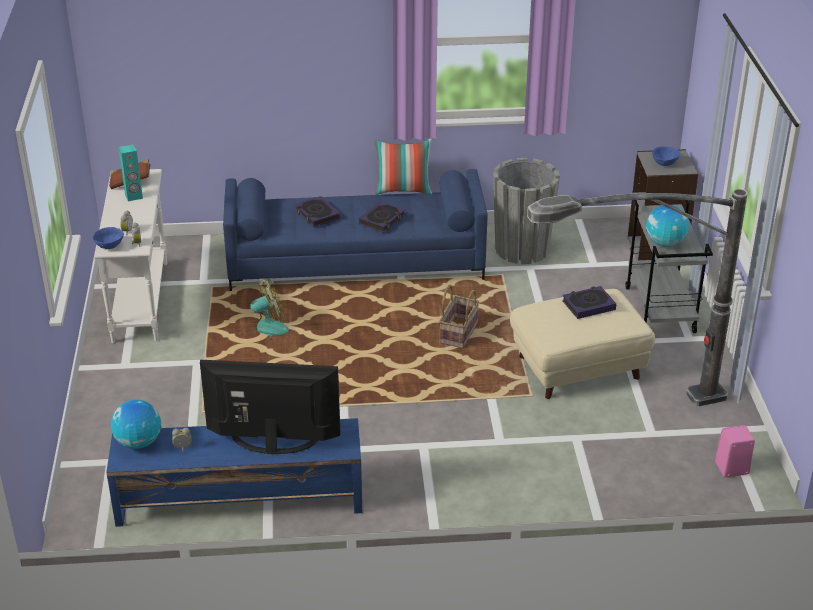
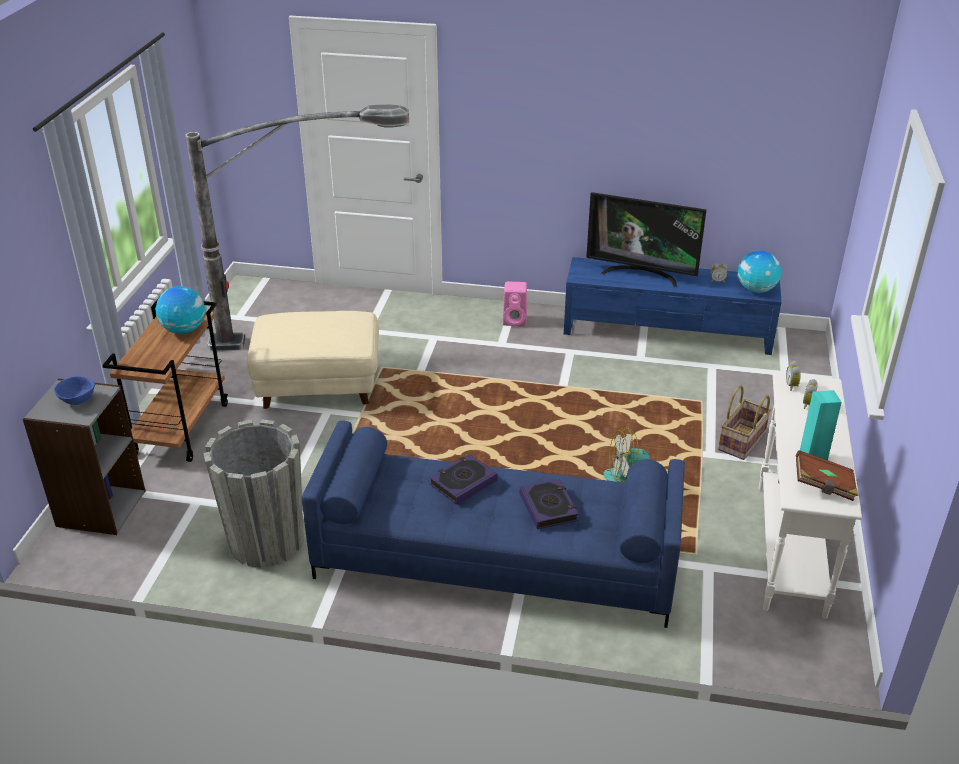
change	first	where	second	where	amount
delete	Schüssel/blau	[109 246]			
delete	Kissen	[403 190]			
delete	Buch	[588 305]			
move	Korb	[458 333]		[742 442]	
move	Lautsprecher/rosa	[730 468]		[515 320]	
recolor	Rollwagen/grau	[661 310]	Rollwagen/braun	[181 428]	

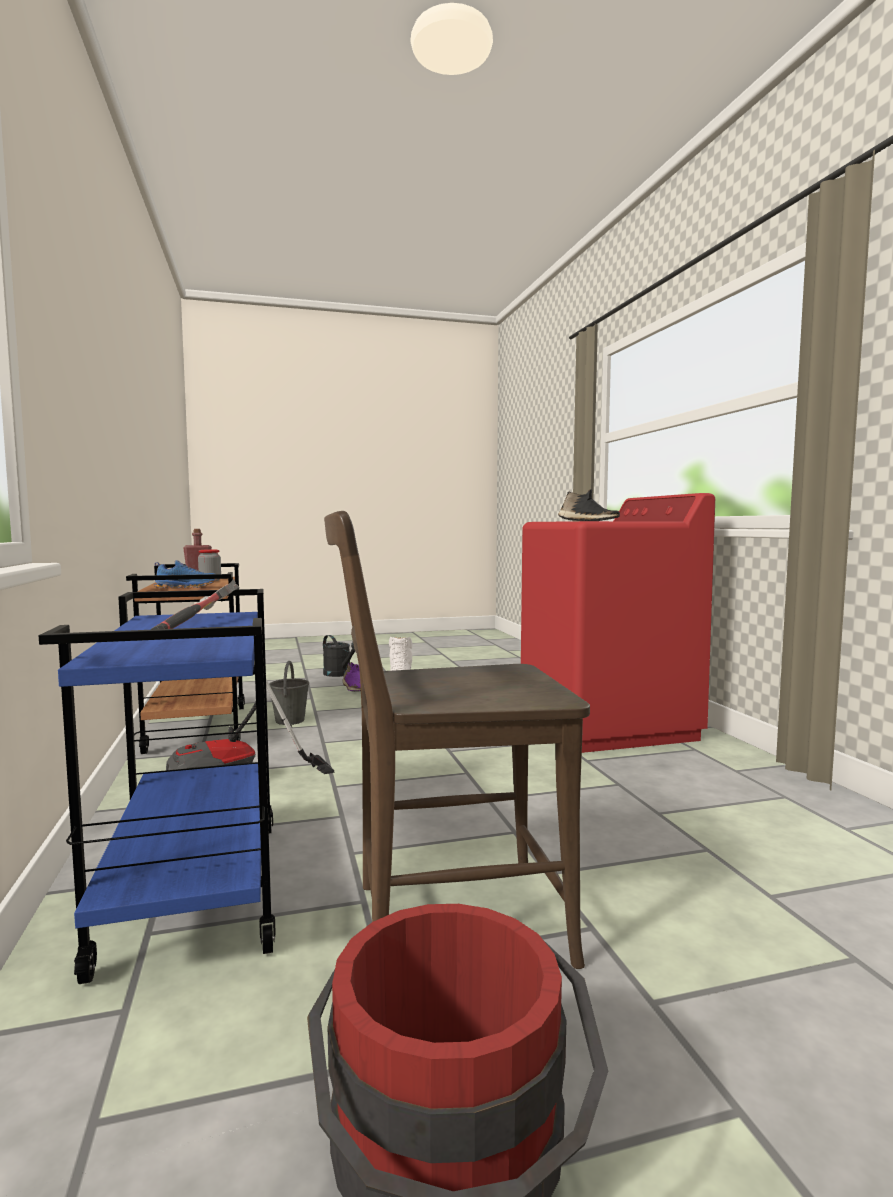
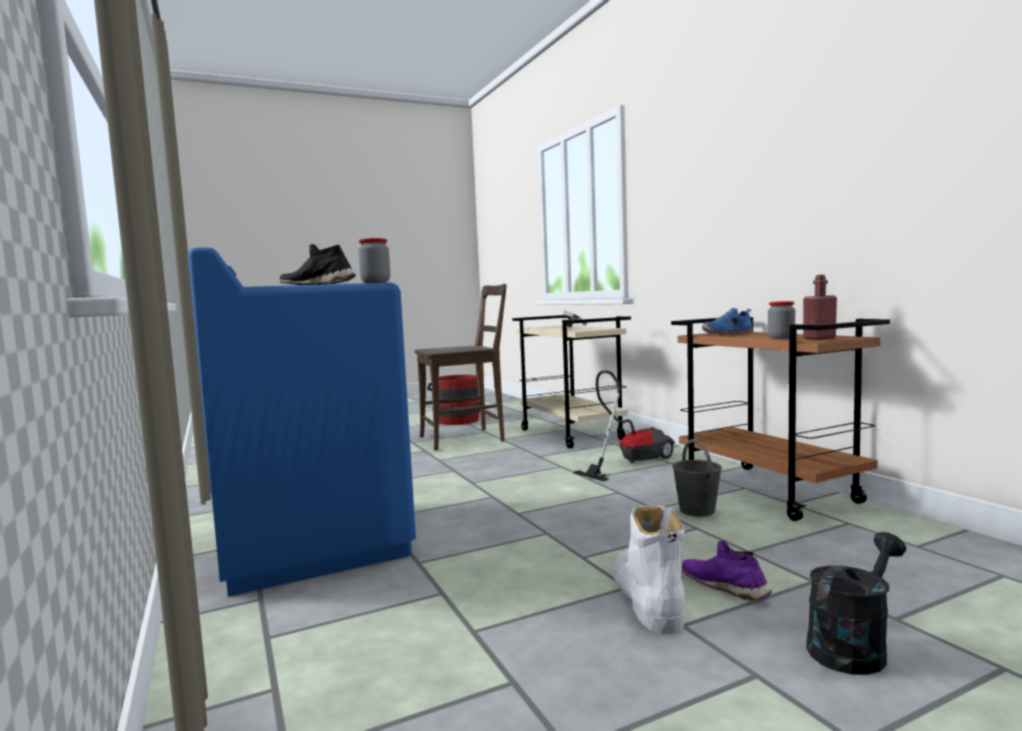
change	first	where	second	where	amount
insert			Vorratsglas	[375 282]	
recolor	Rollwagen/blau	[192 891]	Rollwagen/beige	[572 434]	
recolor	Waschmaschine/rot	[607 726]	Waschmaschine/blau	[311 543]	
rotate	Gießkanne/schwarz	[340 674]		[852 646]	105 degrees clockwise

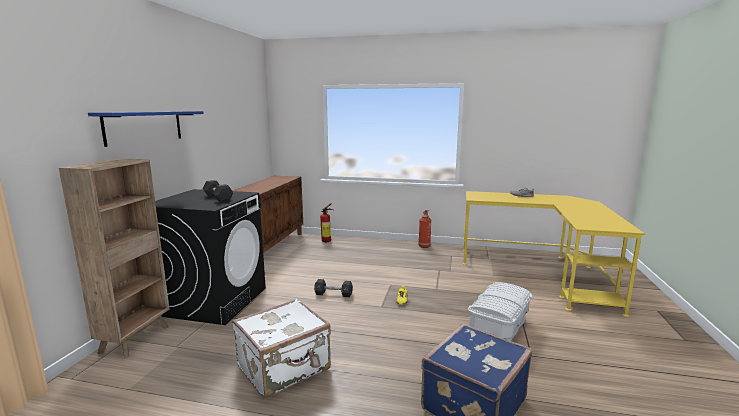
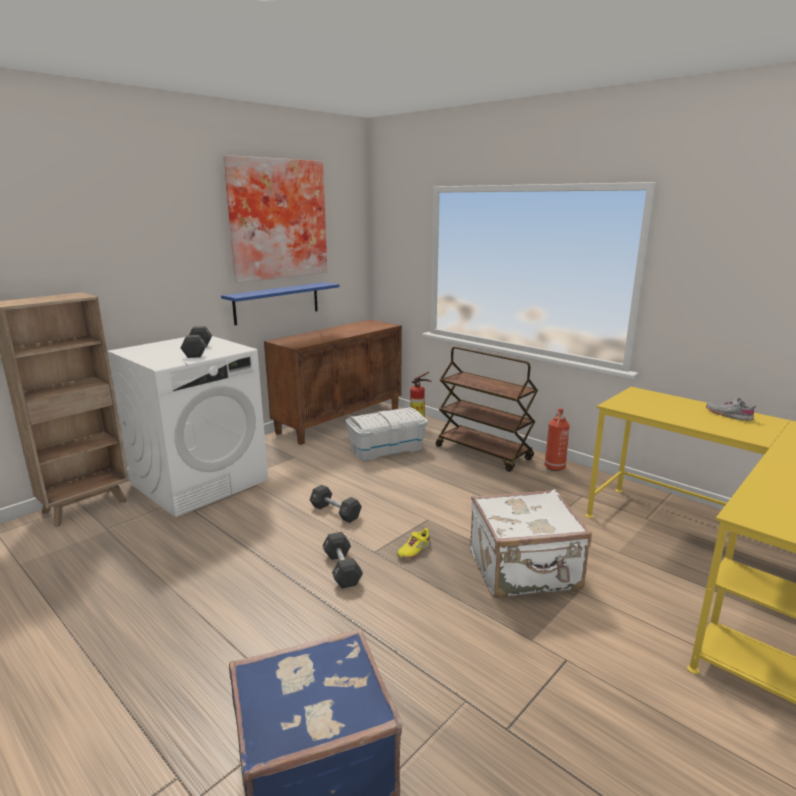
change	first	where	second	where	amount
insert			Bild	[276 219]	
insert			Hantel/schwarz	[342 569]	
insert			Rollwagen/braun	[484 453]	
move	Wandregal/blau	[144 127]		[277 303]	
move	Koffer/weiß	[285 368]		[524 571]	
move	Aufbewahrungsbox/weiß	[499 329]		[386 449]	
recolor	Waschmaschine/schwarz	[215 301]	Waschmaschine/weiß	[200 482]	

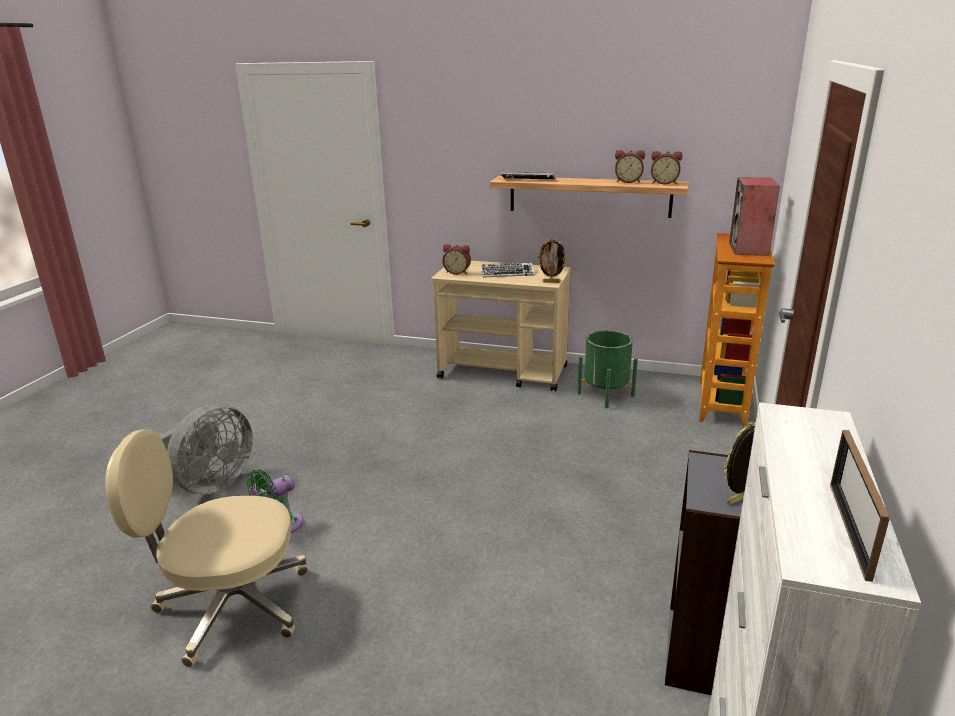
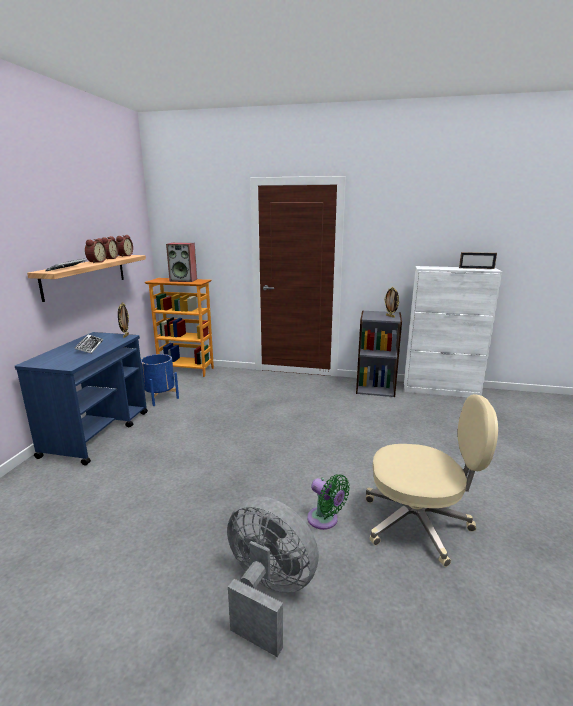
change	first	where	second	where	amount
move	Wecker	[457 272]		[96 262]	
recolor	Rollwagen/beige	[504 372]	Rollwagen/blau	[97 433]	
recolor	Pflanzkübel/grün	[605 395]	Pflanzkübel/blau	[160 397]	
rotate	Bürostuhl/beige	[230 606]		[418 523]	75 degrees counterclockwise

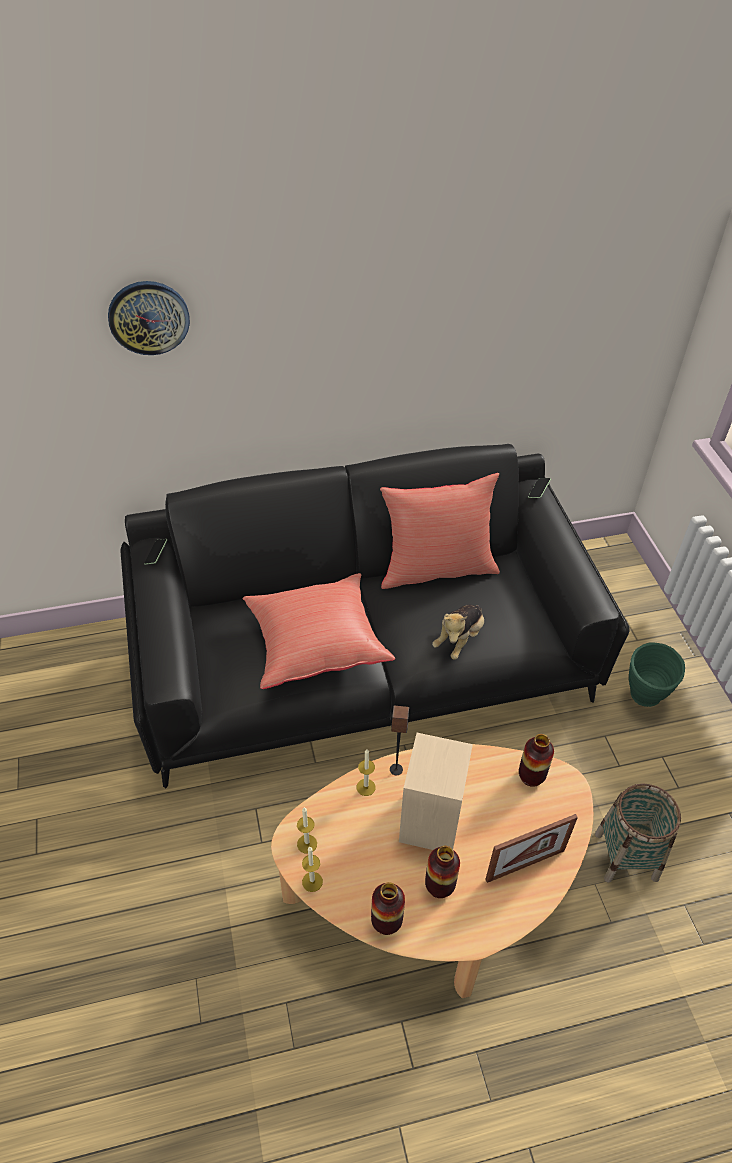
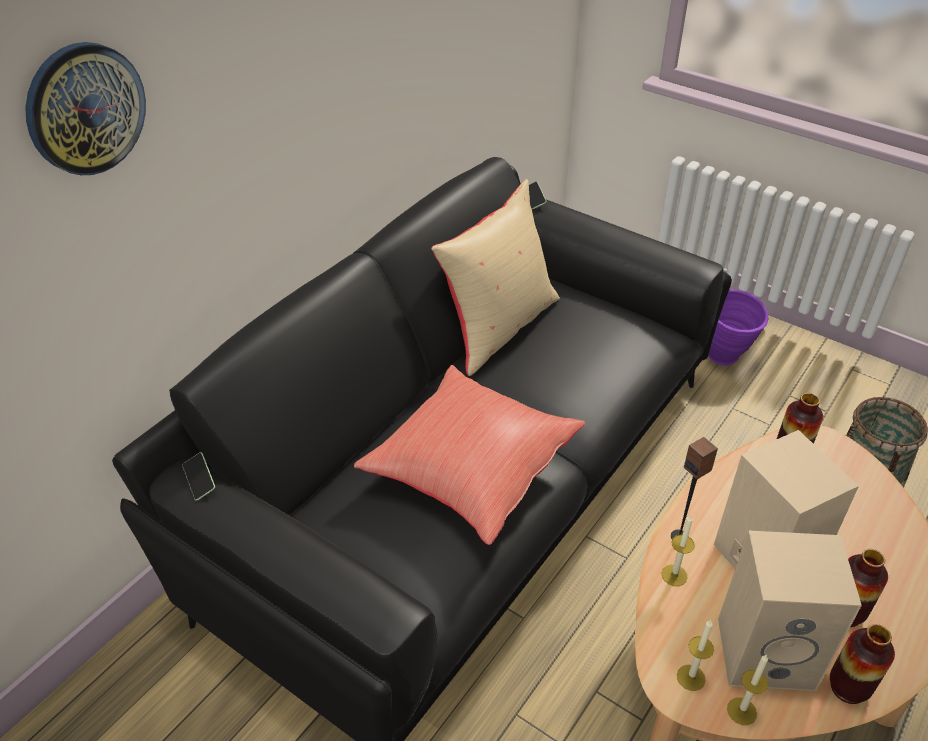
change	first	where	second	where	amount
delete	Plüschtier	[459 639]			
delete	Bilderrahmen	[525 865]			
insert			Lautsprecher/beige	[767 652]	
recolor	Kissen/rot	[436 568]	Kissen/beige	[498 327]	
recolor	Vase/grün	[643 700]	Vase/lila	[726 360]	

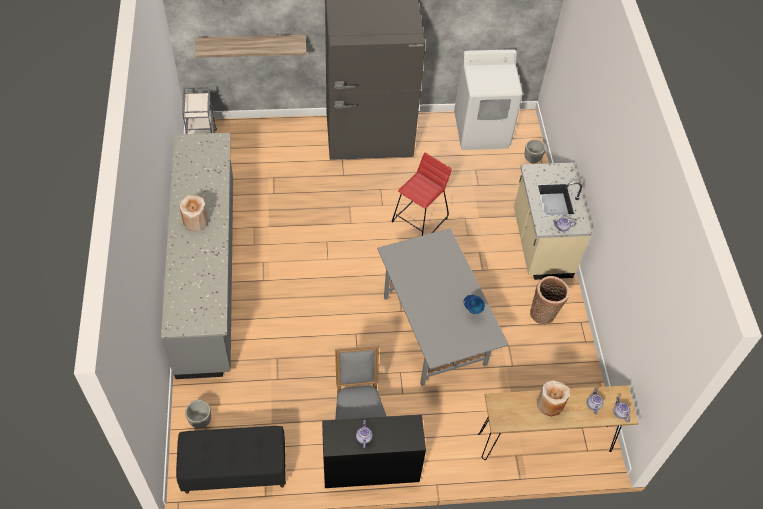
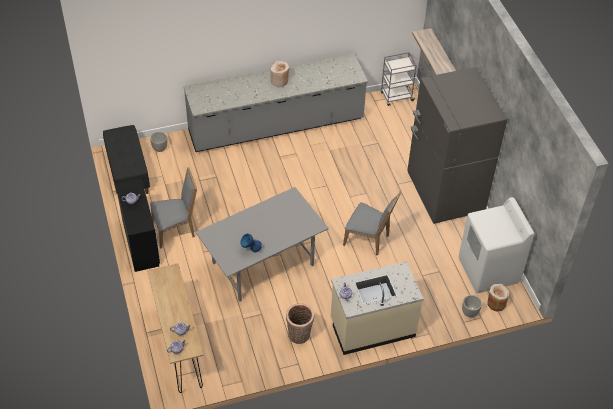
change	first	where	second	where	amount
move	Vase/beige	[550 404]		[496 303]	
replace	Hocker/rot	[420 219]	Stuhl/grau	[369 240]	

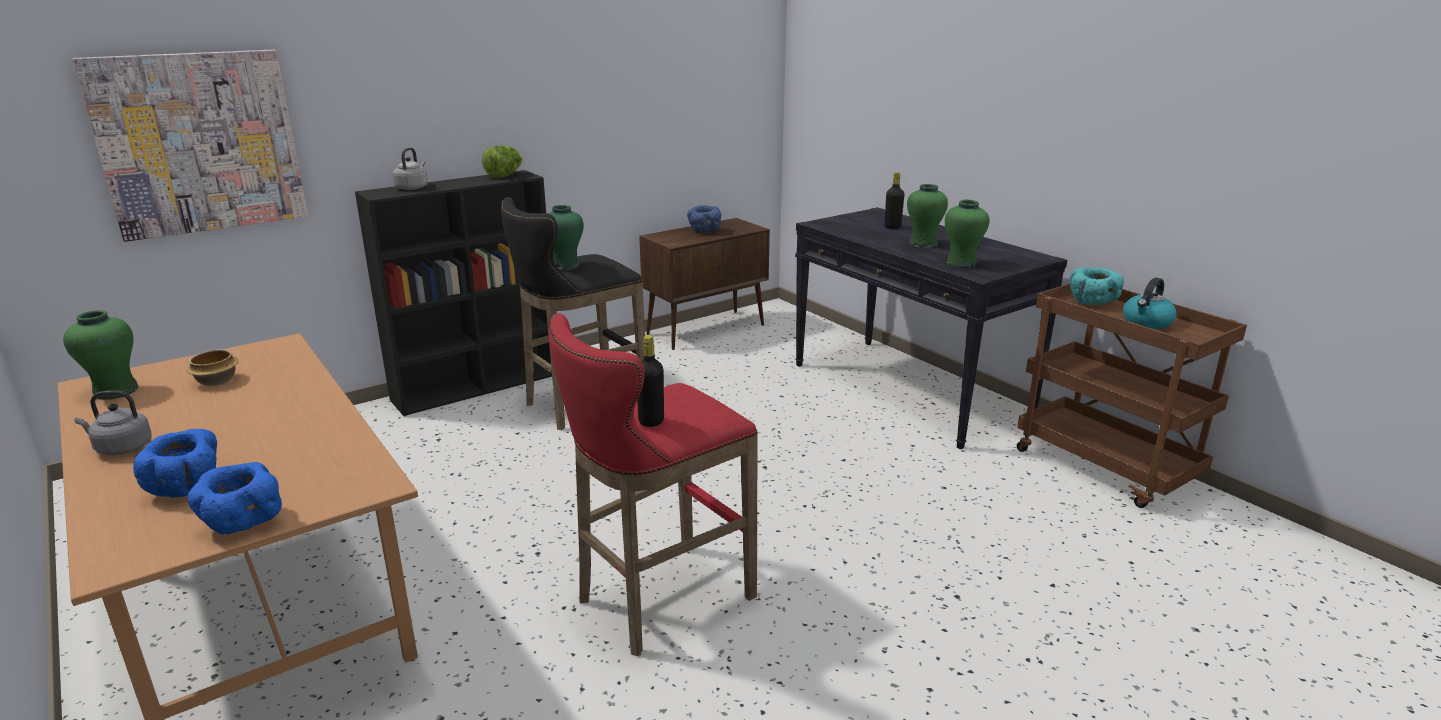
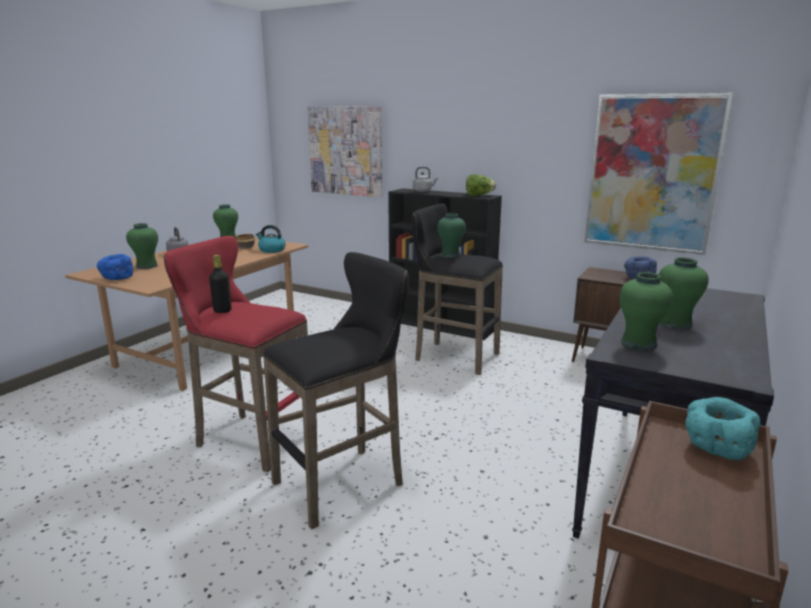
change	first	where	second	where	amount
delete	Flasche/schwarz	[892 227]			
insert			Hocker/schwarz	[344 482]	
insert			Bild	[652 173]	
move	Wasserkessel	[1147 323]		[271 250]	
replace	Schüssel/blau	[188 487]	Vase/grün	[147 266]	

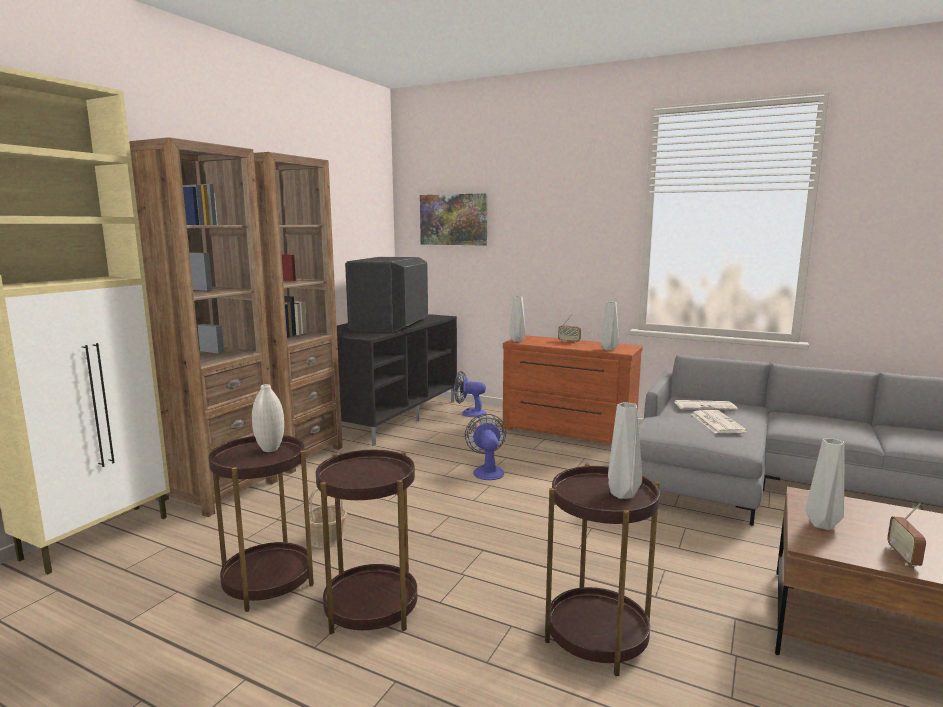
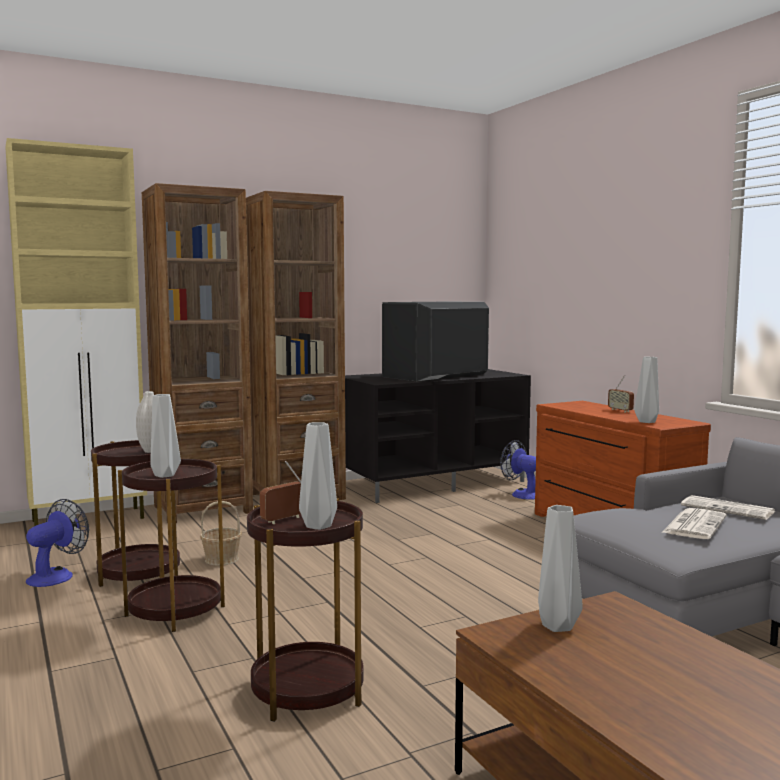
change	first	where	second	where	amount
delete	Bild	[453 219]			
move	Ventilator	[487 471]		[56 575]	
move	Vase/grau	[518 341]		[165 475]	
move	Radio	[903 557]		[284 520]	

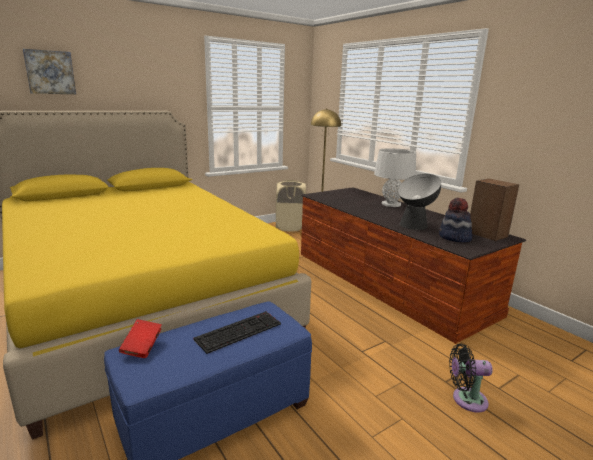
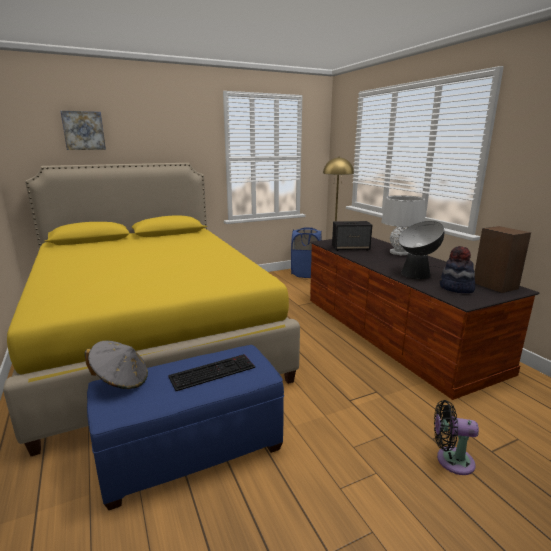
change	first	where	second	where	amount
insert			Lautsprecher	[351 248]	
replace	Buch/rot	[142 347]	Hut/grau	[121 381]	
recolor	Wäschekorb/beige	[290 227]	Wäschekorb/blau	[306 273]	

